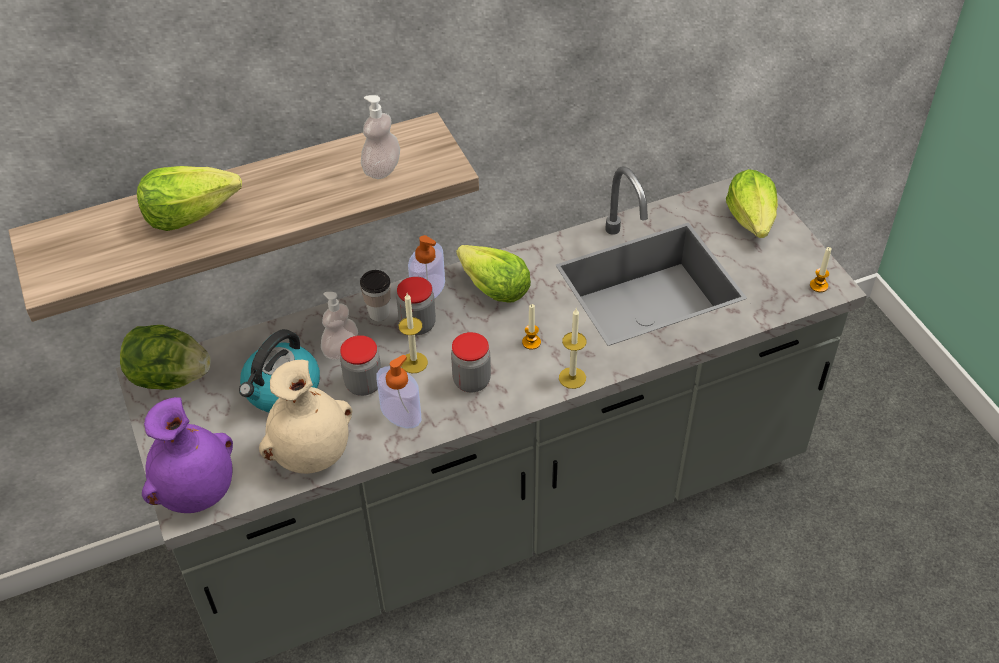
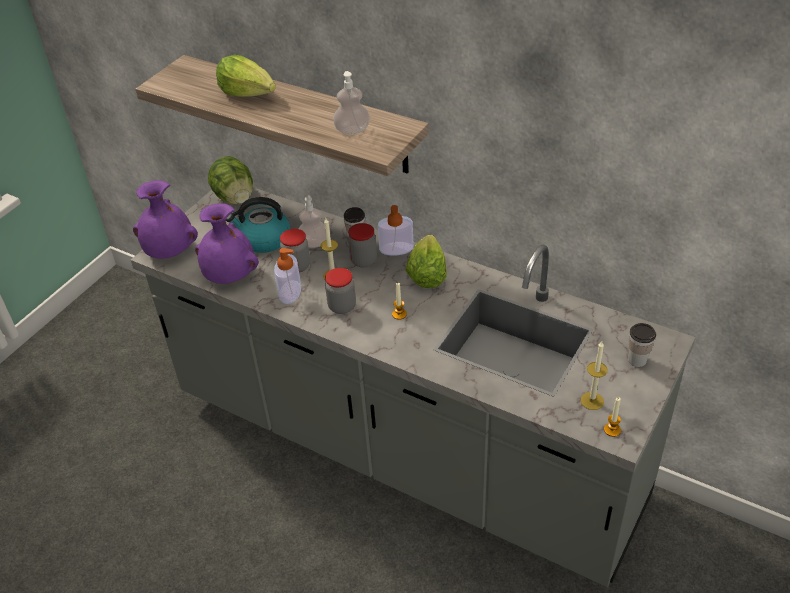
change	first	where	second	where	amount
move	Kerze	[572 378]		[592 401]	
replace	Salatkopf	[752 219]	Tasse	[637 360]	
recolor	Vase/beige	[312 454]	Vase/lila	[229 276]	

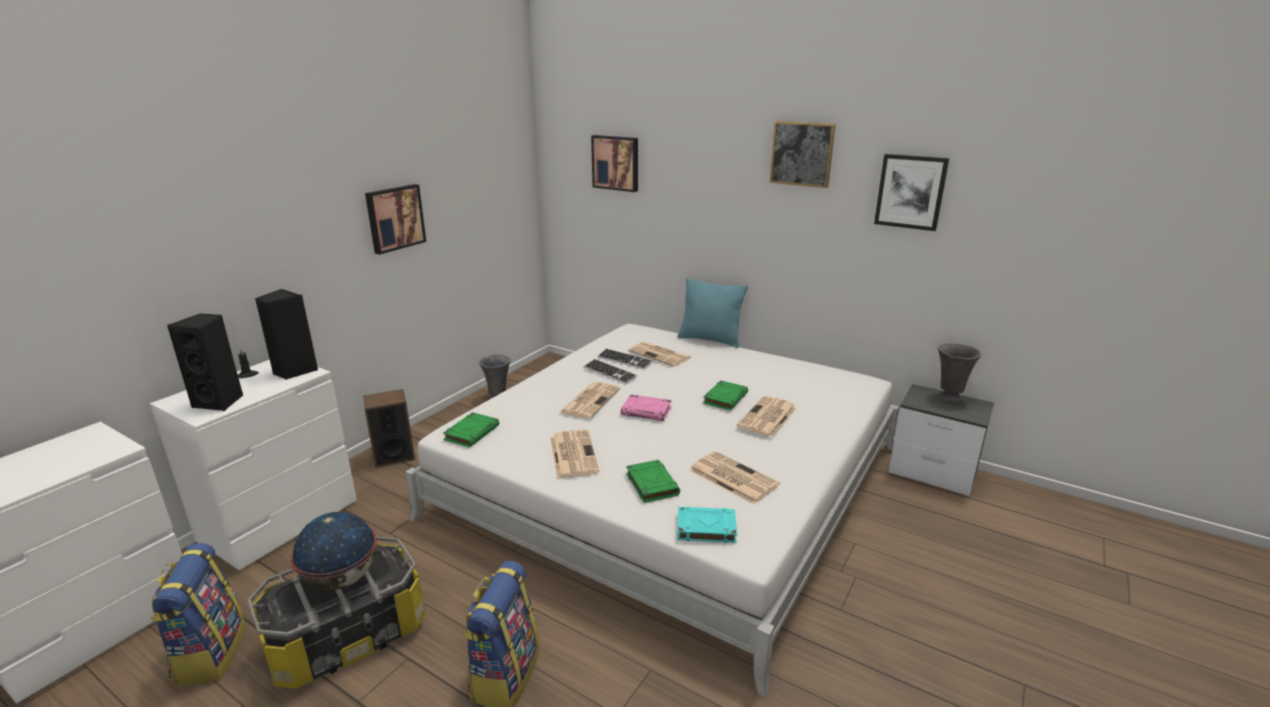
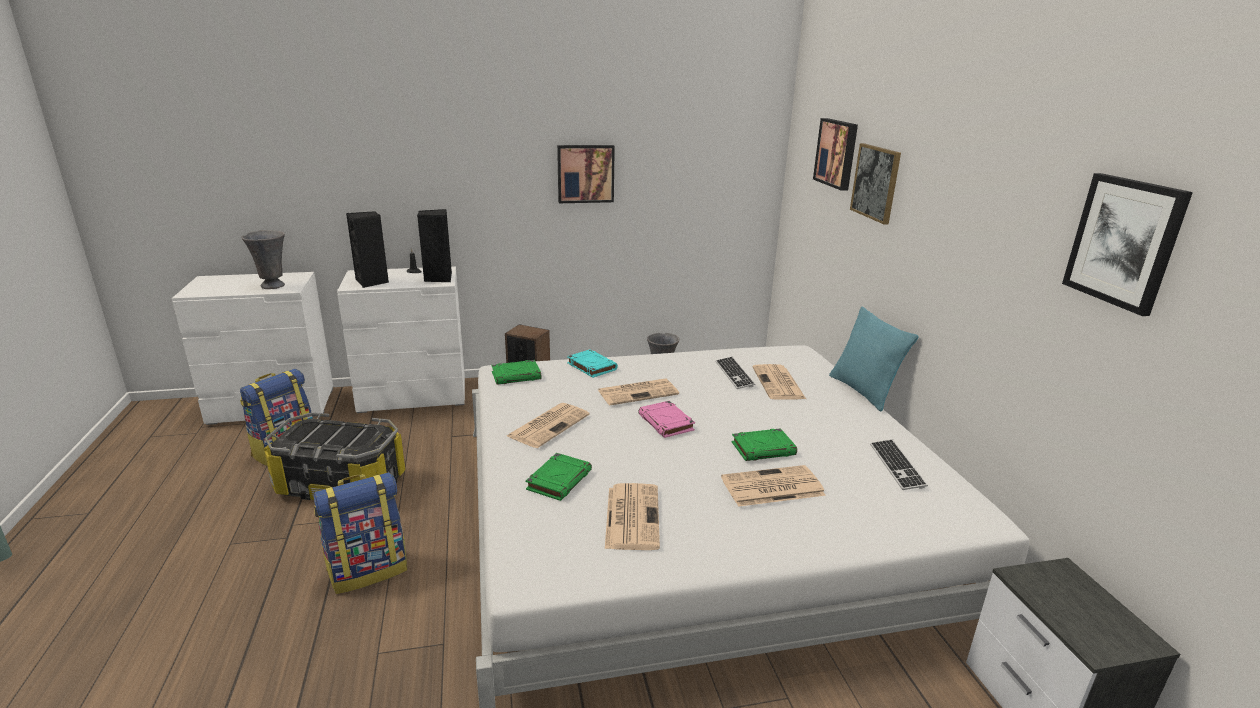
change	first	where	second	where	amount
delete	Globus	[341 580]			
move	Tastatur	[609 373]		[896 466]	
move	Buch/türkis	[705 528]		[591 366]	
move	Bild	[802 154]		[876 182]	
move	Vase/grau	[948 398]		[273 285]	

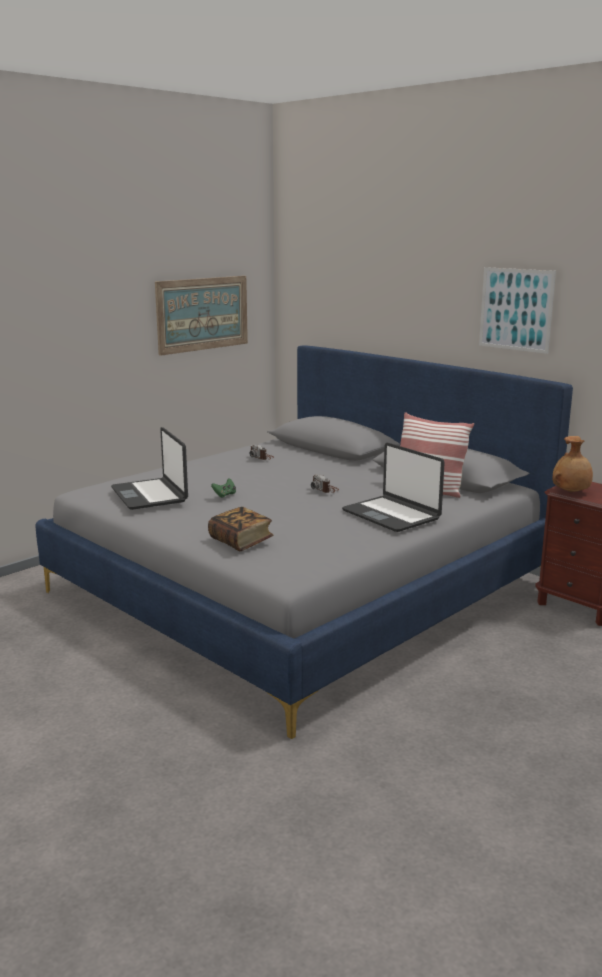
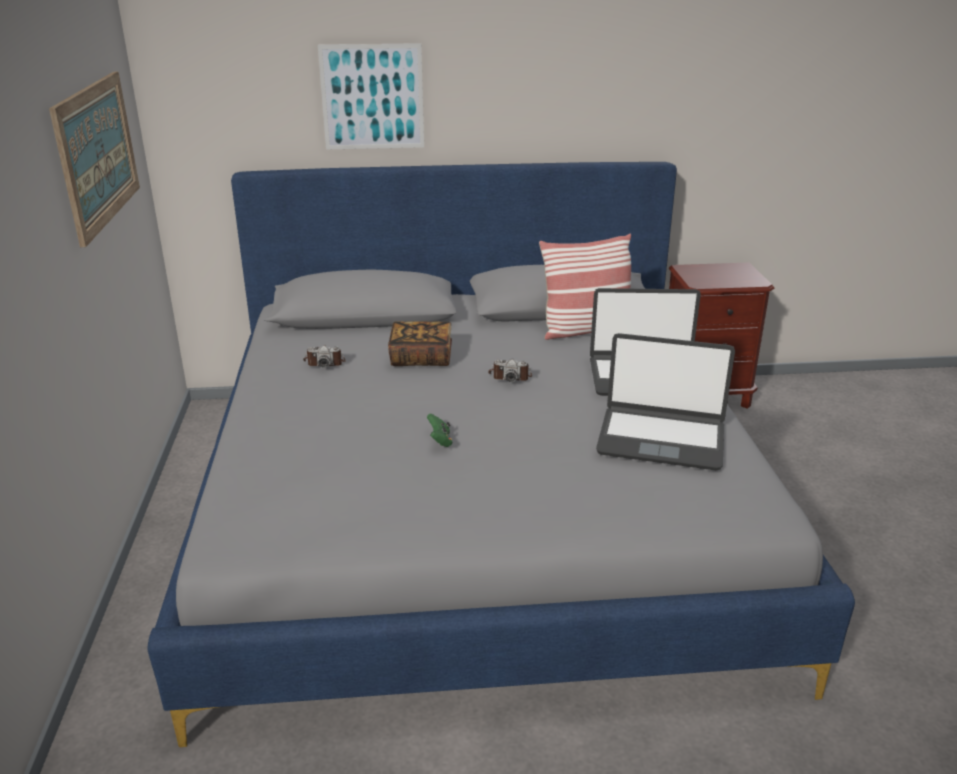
change	first	where	second	where	amount
delete	Vase/braun	[571 492]			
move	Laptop	[150 495]		[661 439]	
move	Buch	[241 541]		[421 358]	
move	Bild	[516 309]		[372 97]	

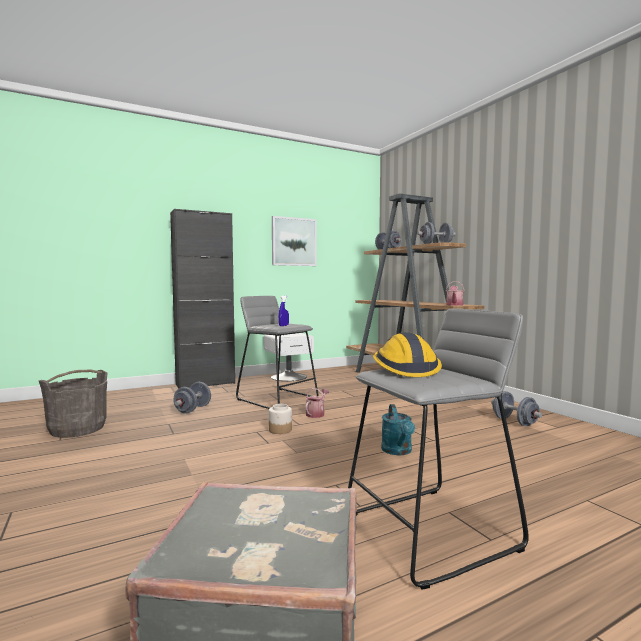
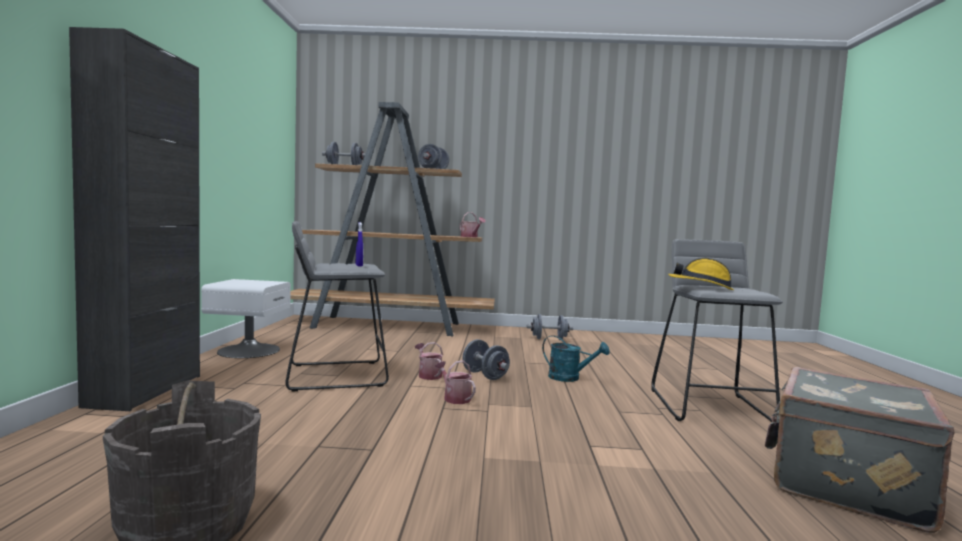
change	first	where	second	where	amount
delete	Bild	[293 242]			
move	Hantel/grau	[193 409]		[485 375]	
replace	Vorratsglas	[280 430]	Gießkanne	[455 398]	

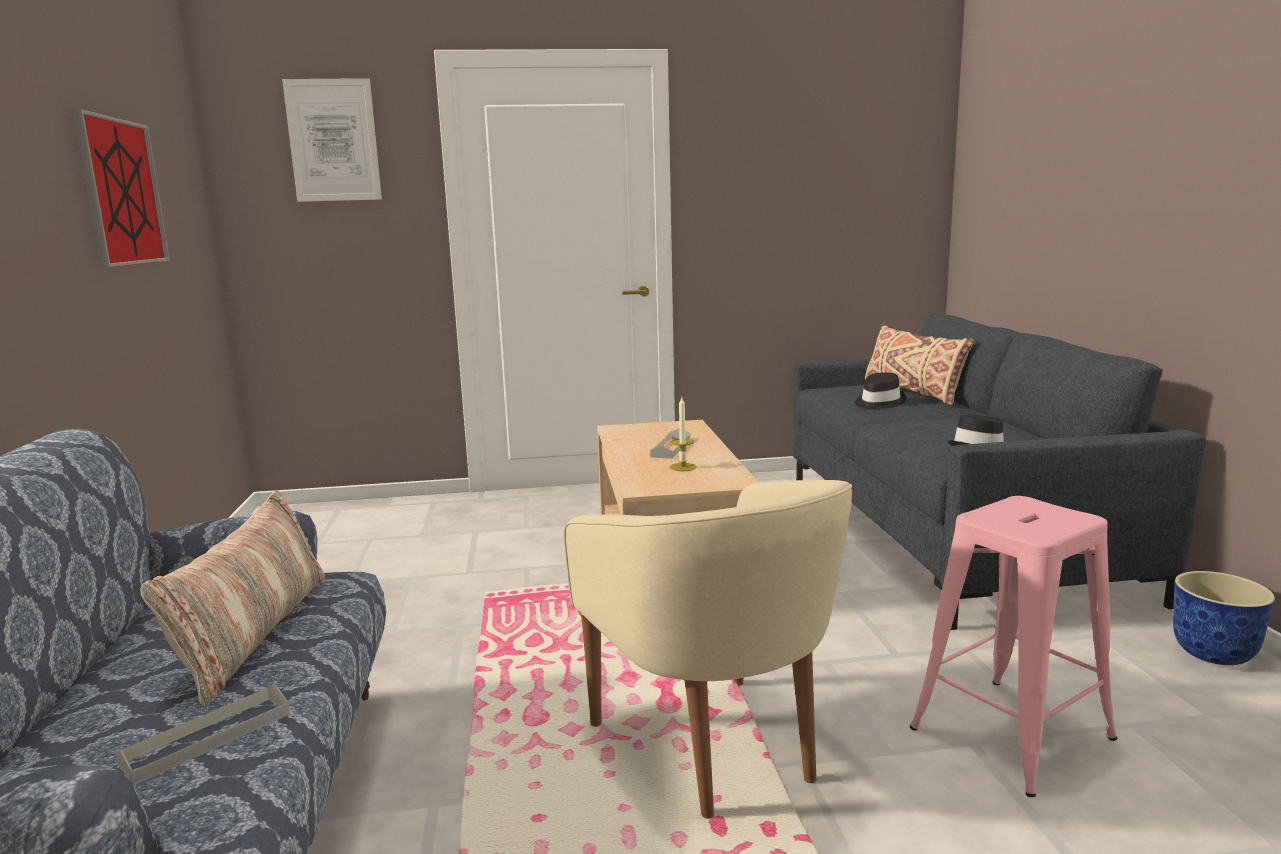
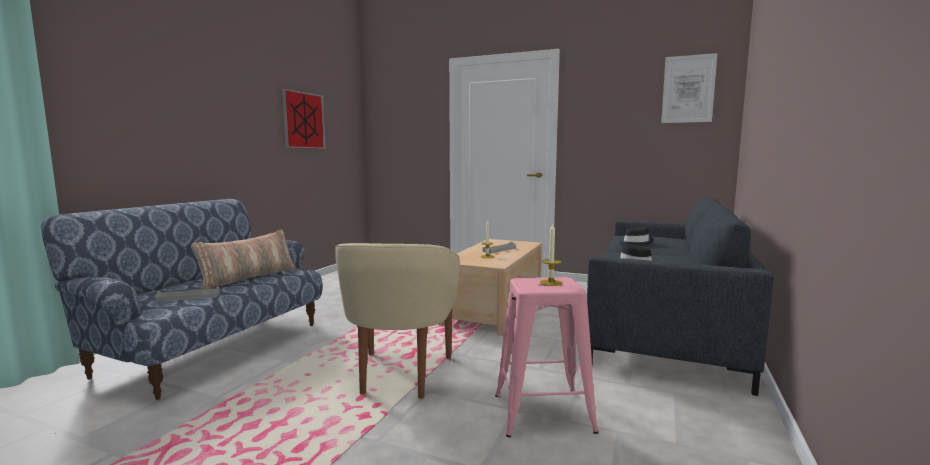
change	first	where	second	where	amount
delete	Kissen/beige	[912 392]			
delete	Pflanzkübel	[1215 654]			
insert			Kerze	[550 283]	
move	Bild	[333 140]		[688 89]	

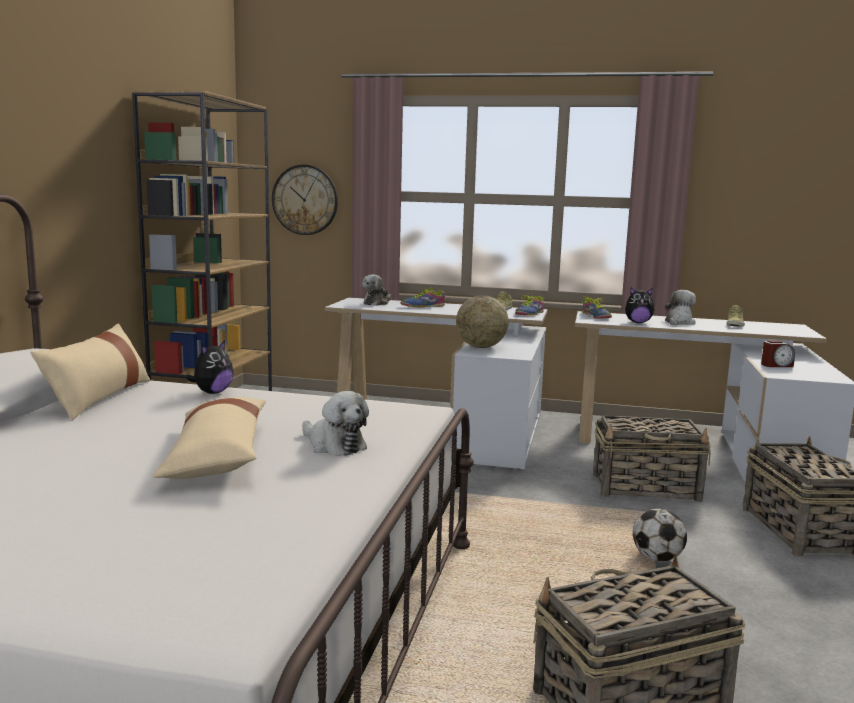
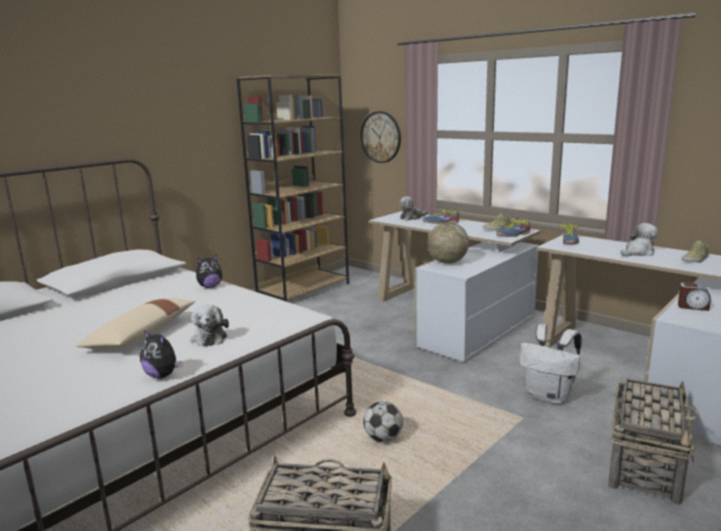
change	first	where	second	where	amount
delete	Kissen/beige	[99 397]			
move	Plüschtier	[638 322]		[163 375]	
move	Fußball	[657 558]		[383 438]	
replace	Korb	[647 488]	Rucksack/weiß	[549 396]	

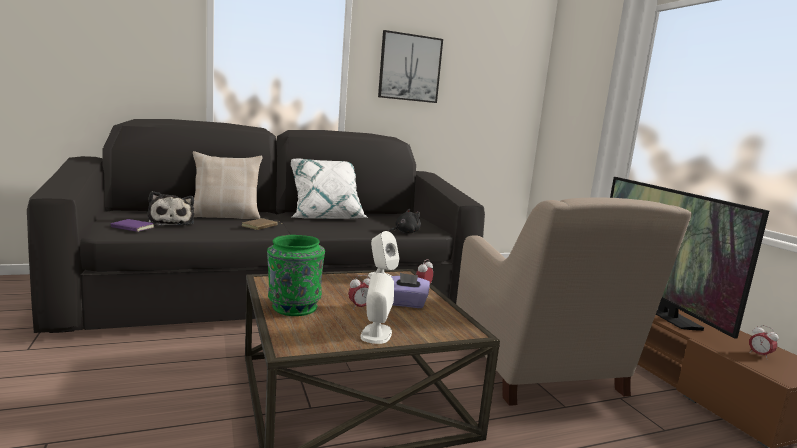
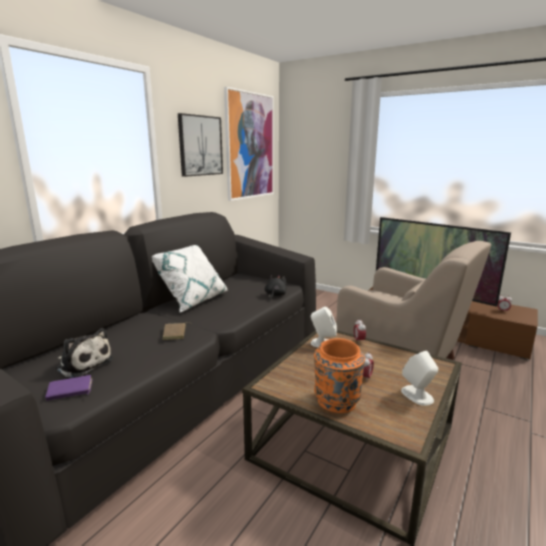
change	first	where	second	where	amount
delete	Kissen/beige	[226 216]			
delete	Taschentuchbox/lila	[406 303]			
insert			Bild	[250 146]	
recolor	Vase/grün	[293 307]	Vase/orange	[336 402]	

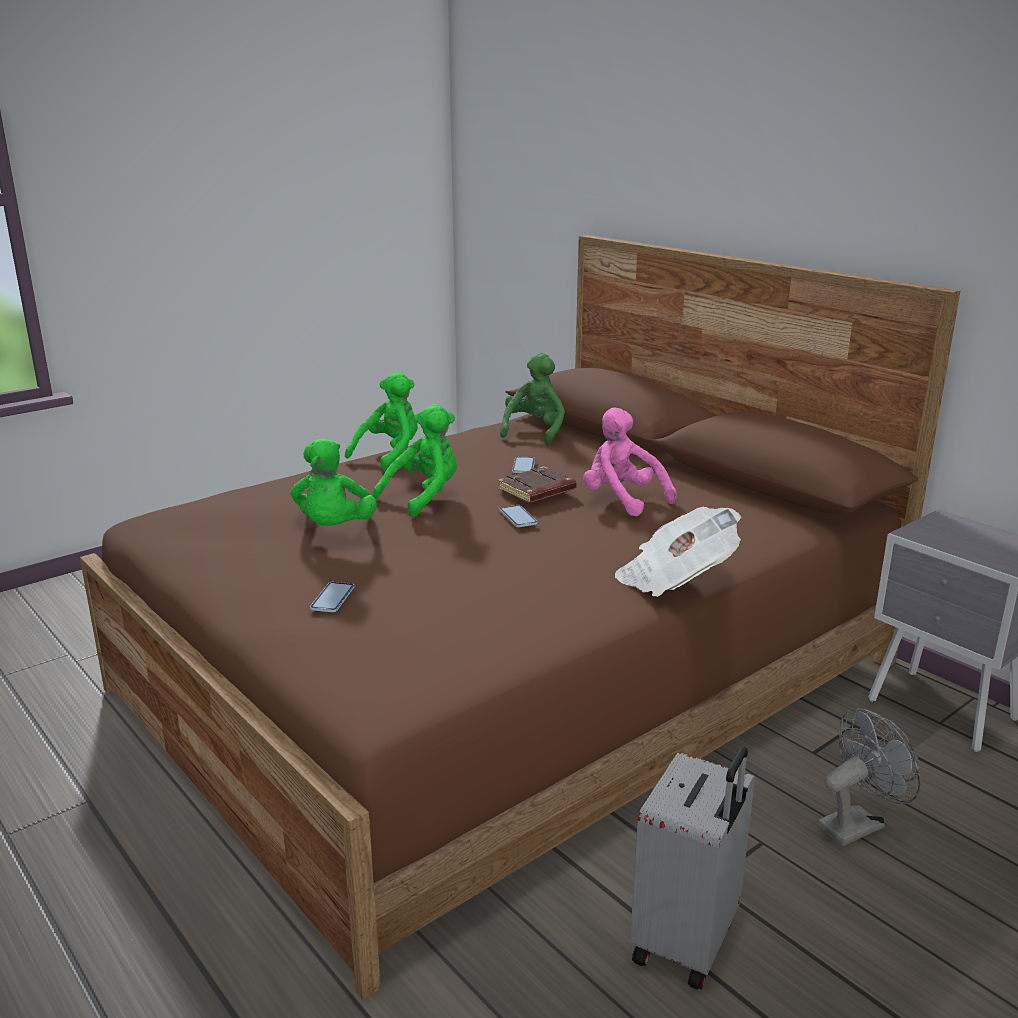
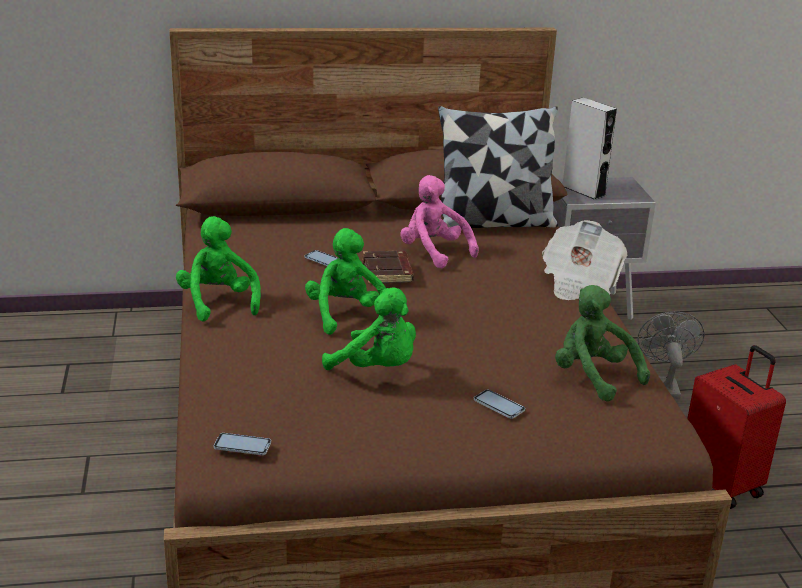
change	first	where	second	where	amount
insert			Kissen	[494 222]	
insert			Lautsprecher/grau	[583 190]	
move	Handy	[518 517]		[242 445]	
move	Plüschtier/grün	[534 431]		[593 376]	
recolor	Koffer/grau	[688 941]	Koffer/rot	[722 484]	
rotate	Plüschtier/rosa	[622 500]		[433 252]	60 degrees clockwise

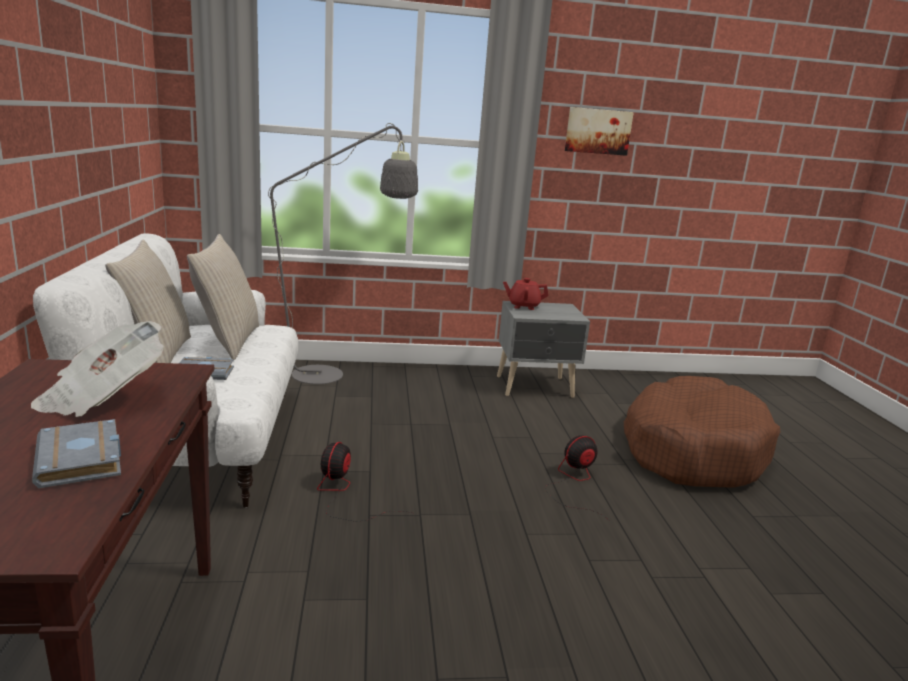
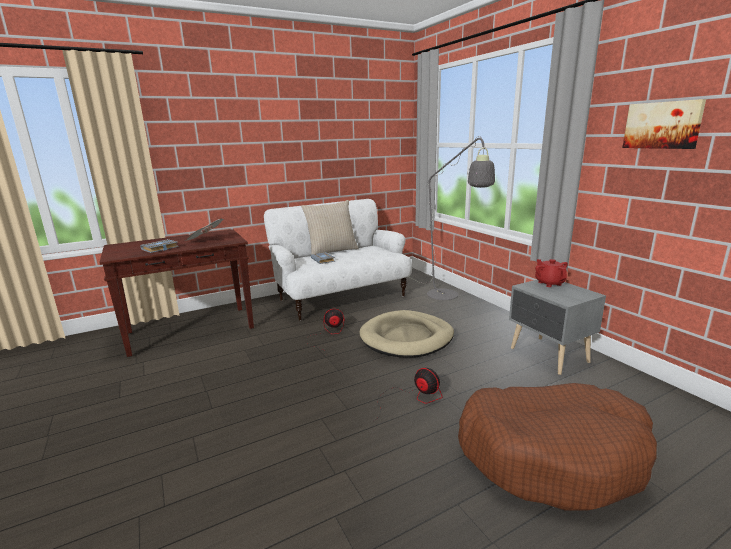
change	first	where	second	where	amount
delete	Kissen/beige	[228 341]			
insert			Hundebett/beige	[407 338]	

